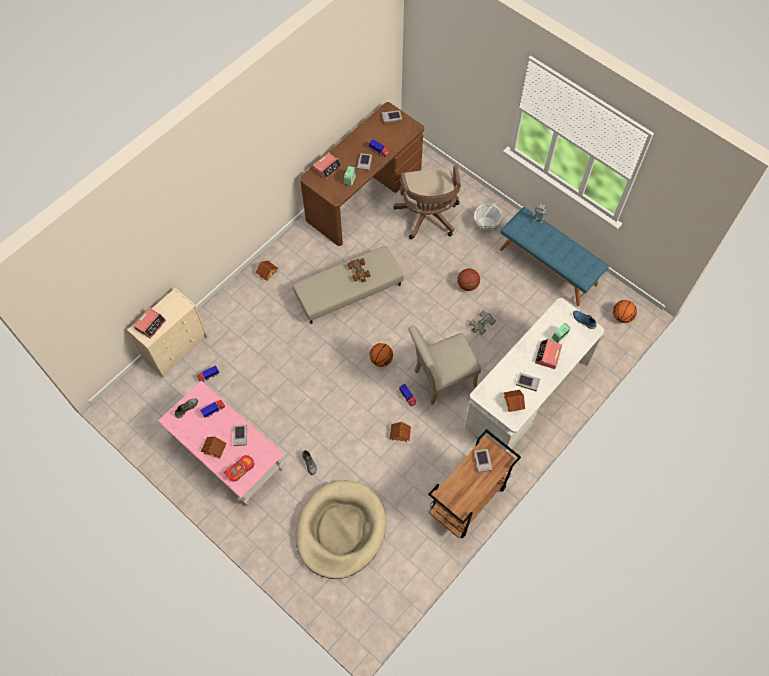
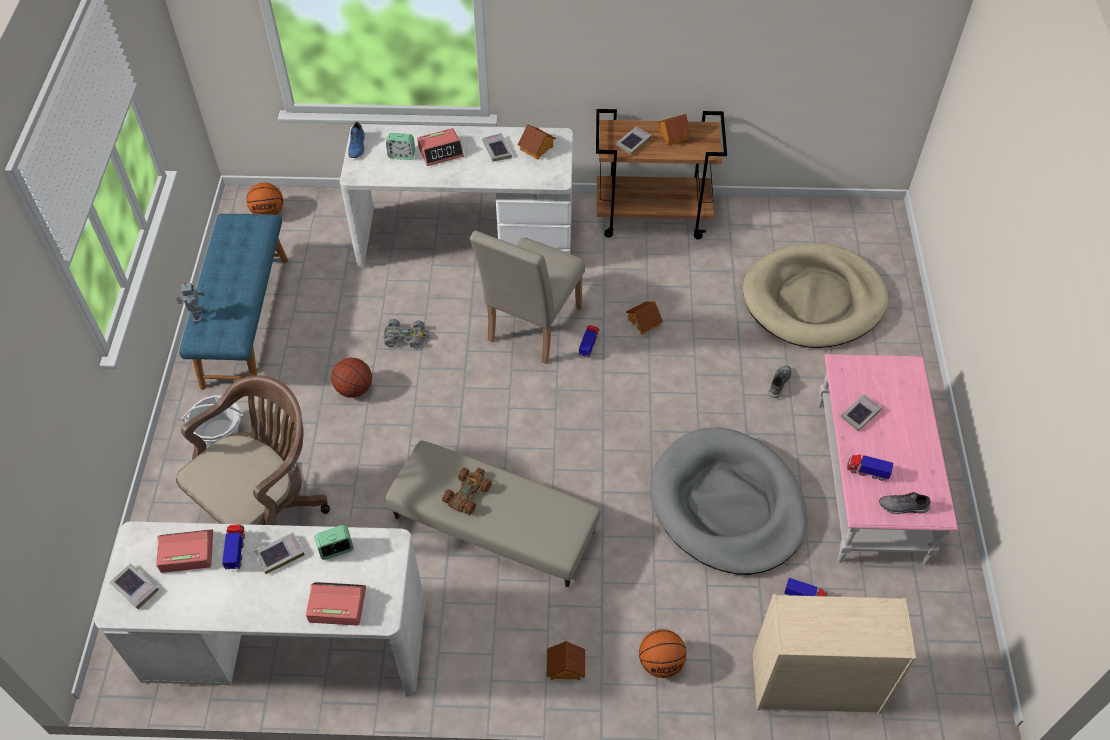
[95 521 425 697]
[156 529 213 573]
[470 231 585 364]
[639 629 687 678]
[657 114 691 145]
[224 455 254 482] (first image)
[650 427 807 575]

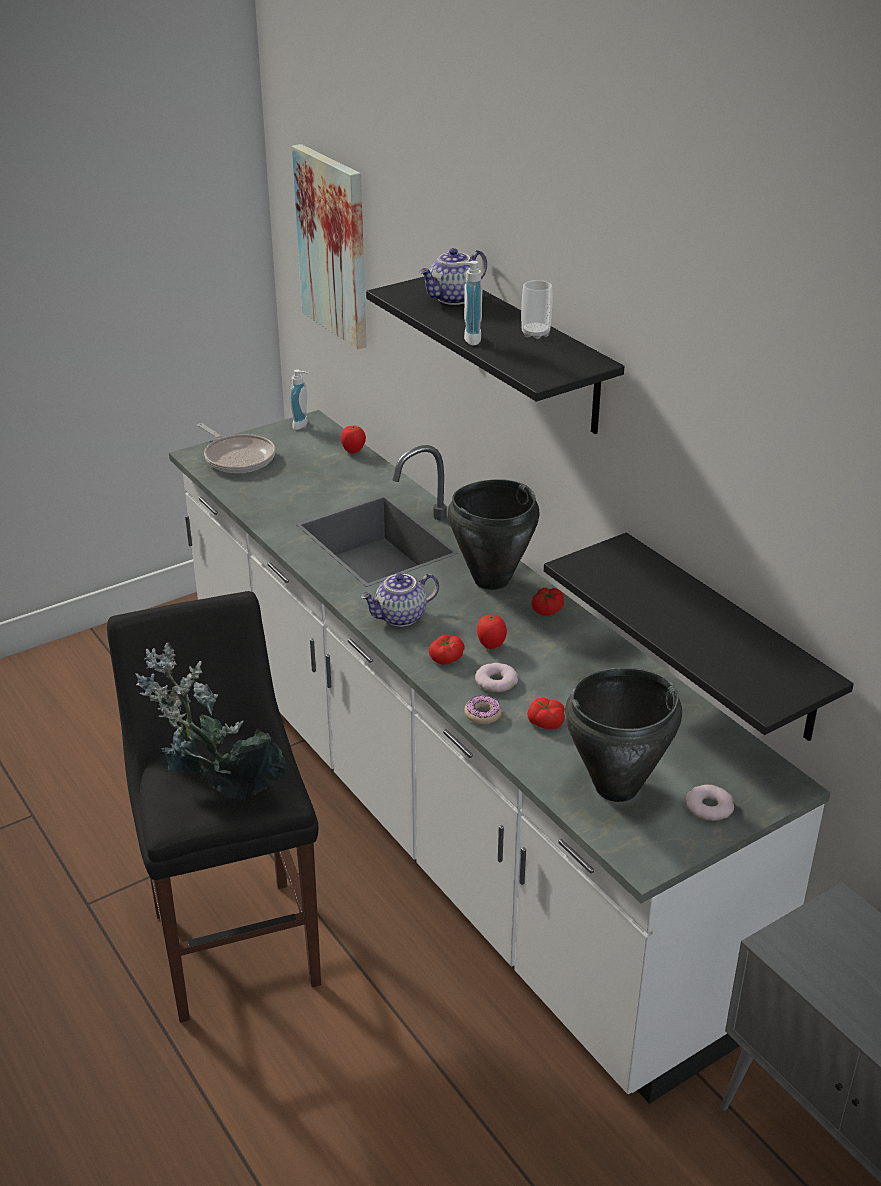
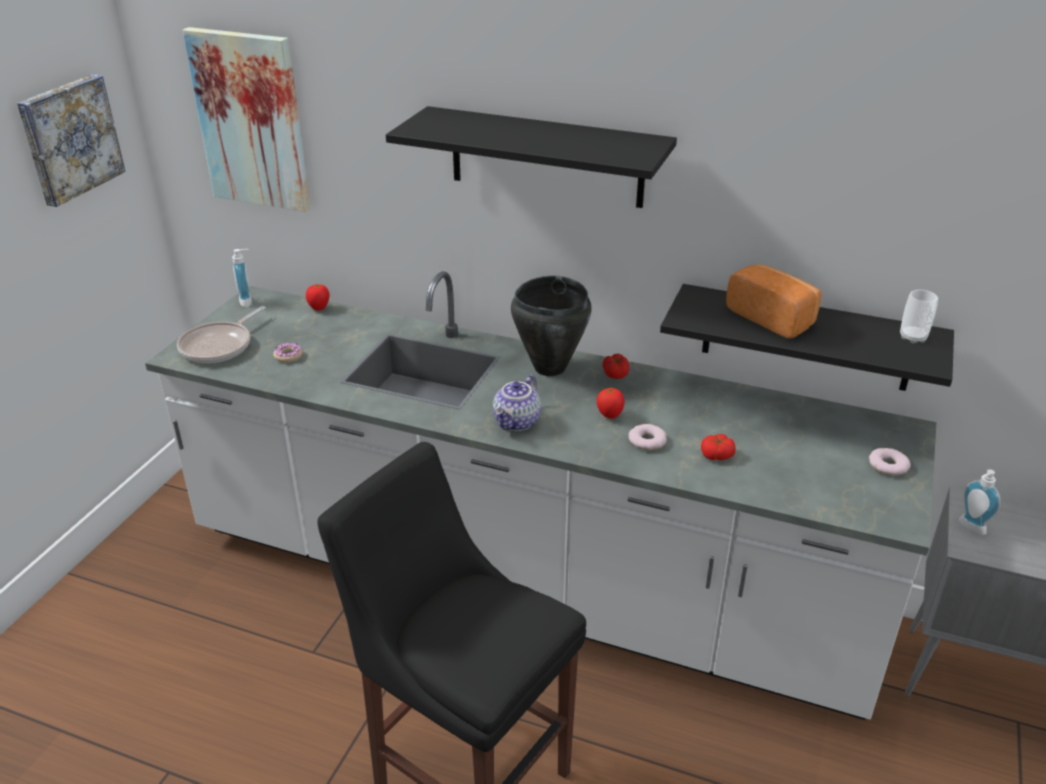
[419 248 487 305] (first image)
[958 469 1001 535]
[900 290 938 344]
[177 306 266 363]
[429 634 465 665] (first image)
[135 643 286 800] (first image)
[565 668 682 802] (first image)
[273 343 303 363]
[17 74 126 207]
[726 264 822 339]

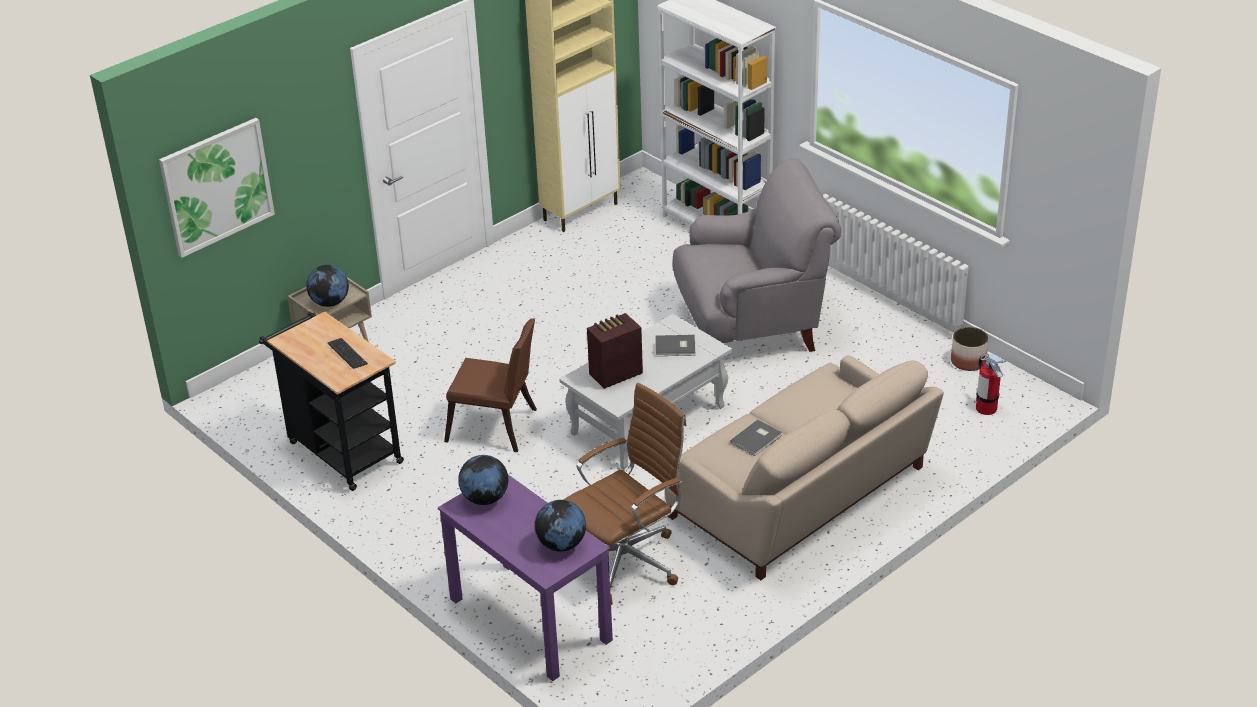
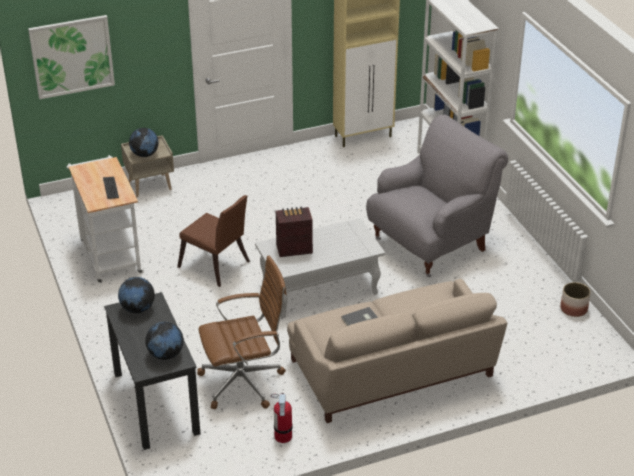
[366 114 508 277]
[67 155 144 283]
[655 335 695 356] (first image)
[271 393 293 443]
[104 292 201 450]

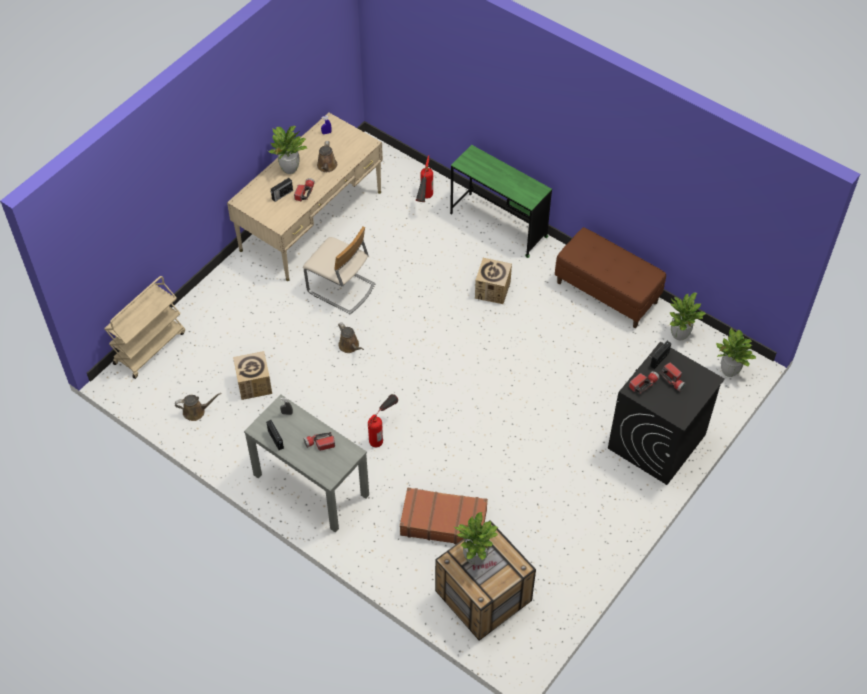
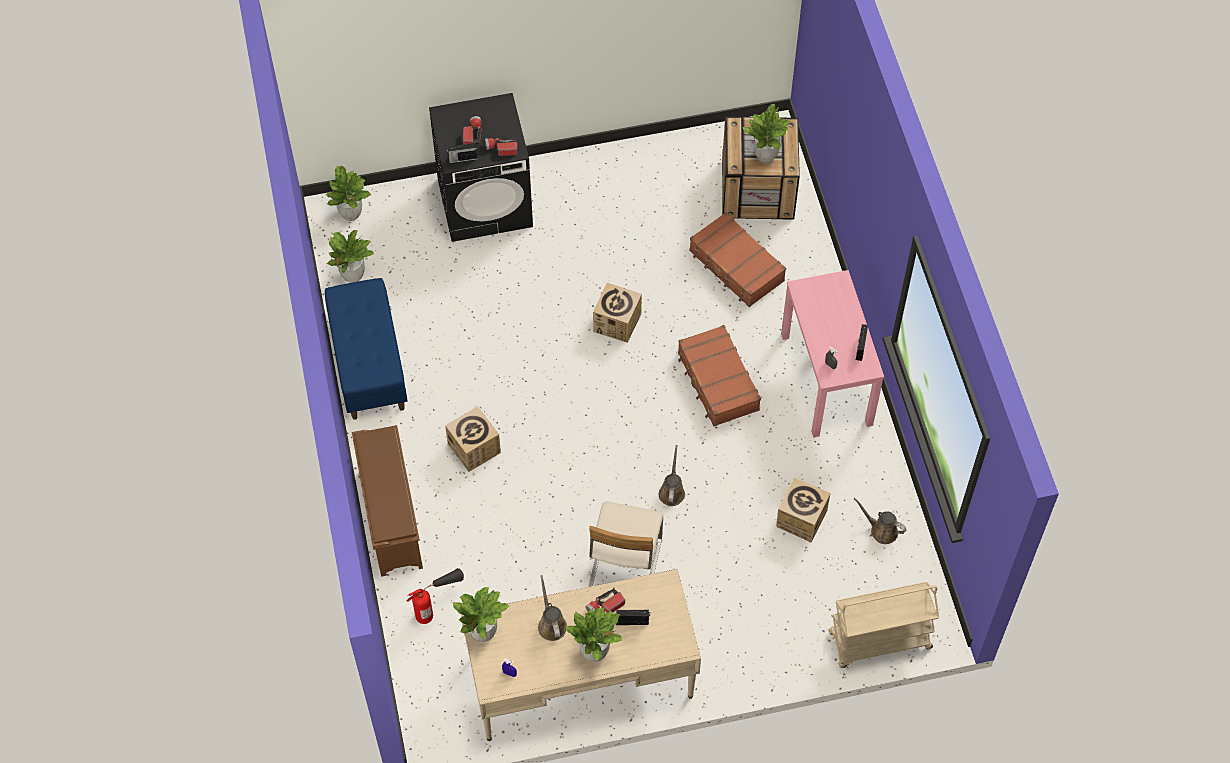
[538 575 567 641]
[352 425 423 577]
[588 502 664 587]
[325 278 407 420]
[678 325 761 426]
[781 270 884 438]
[303 432 335 451] (first image)
[593 283 642 343]
[453 587 509 642]

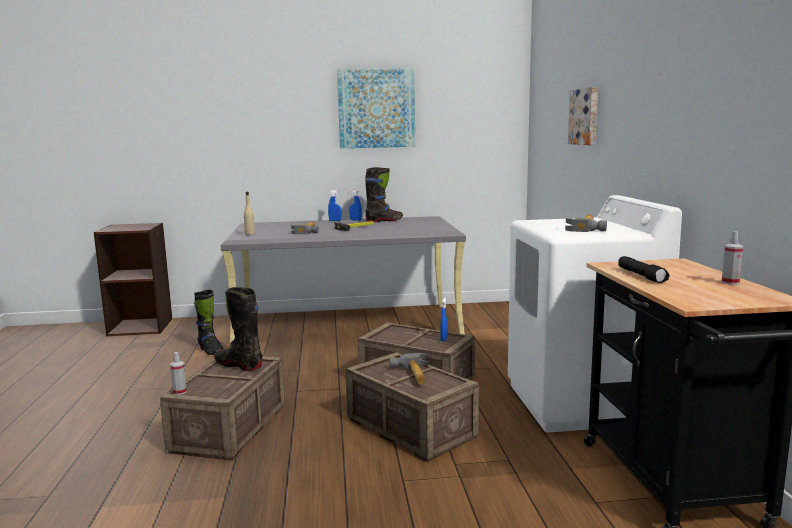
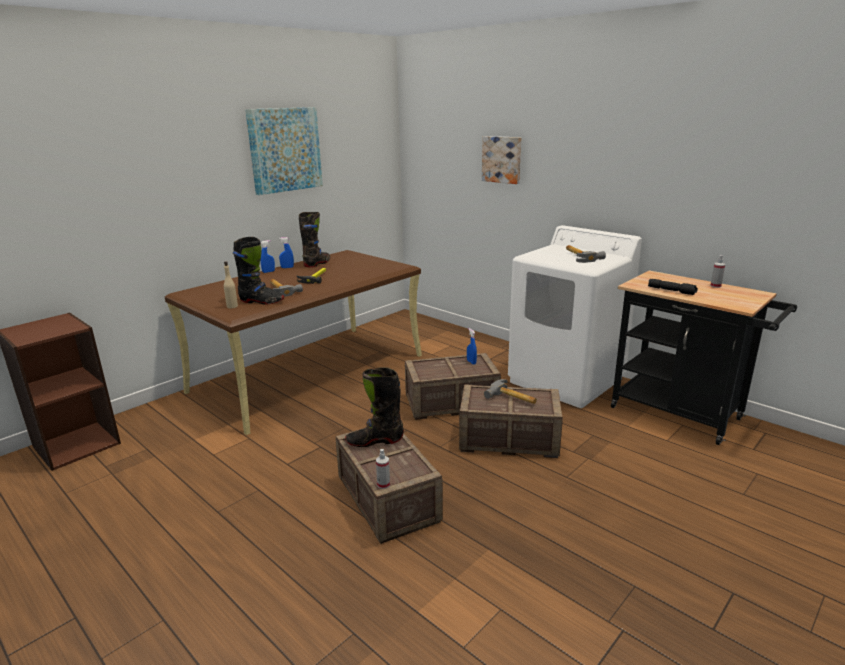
[165 250 422 435]
[233 237 284 305]

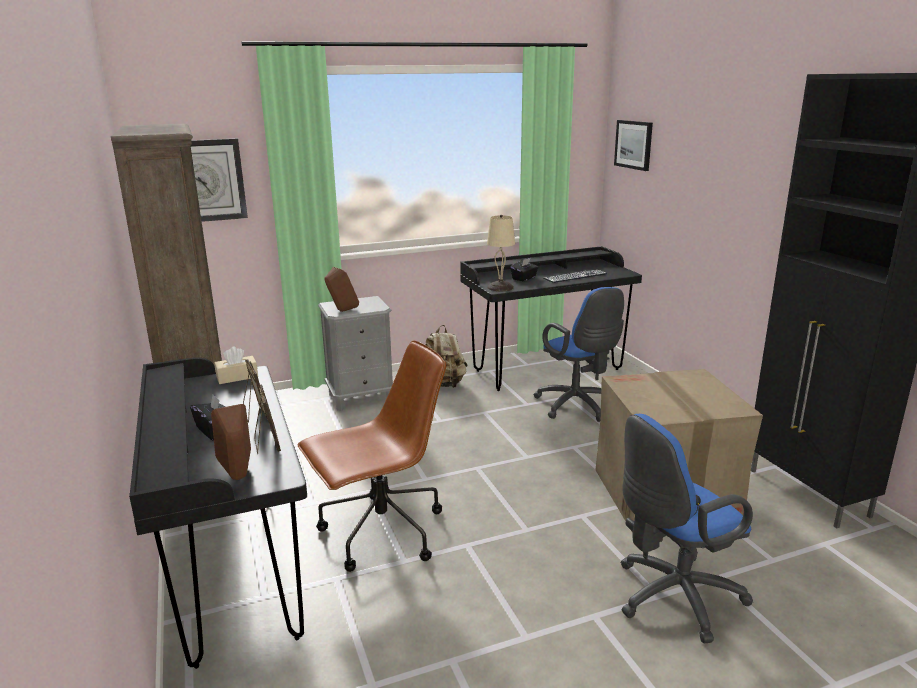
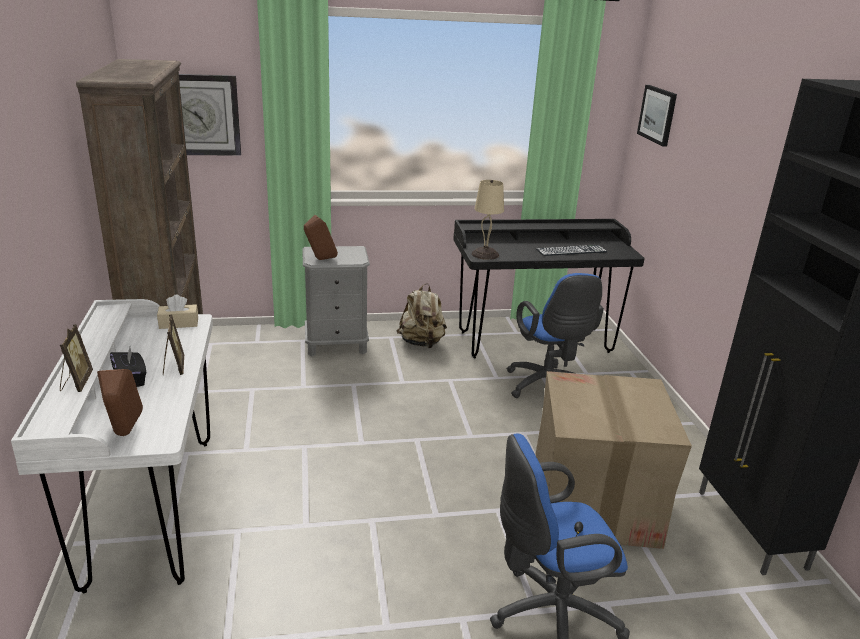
[510 258 539 281] (first image)
[298 340 446 572] (first image)
[11 299 213 593]
[60 324 93 392]

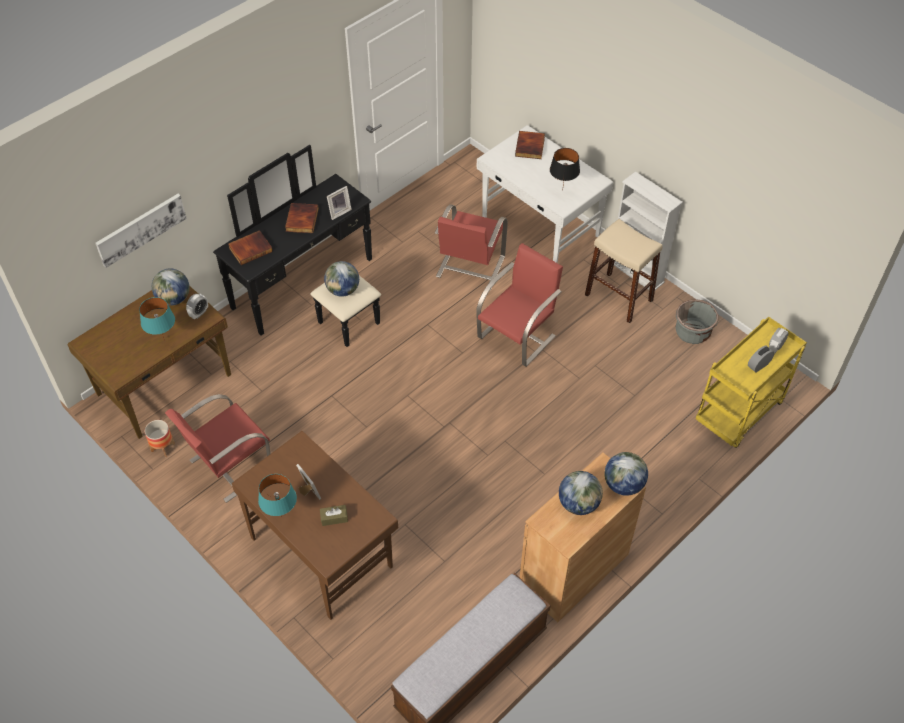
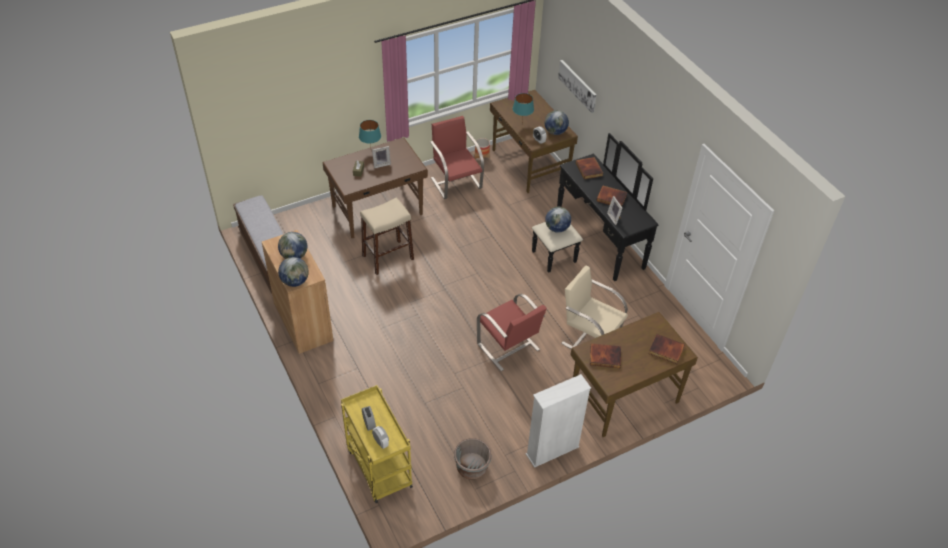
[570 312 698 437]
[590 343 621 368]
[561 265 628 349]
[360 197 414 275]

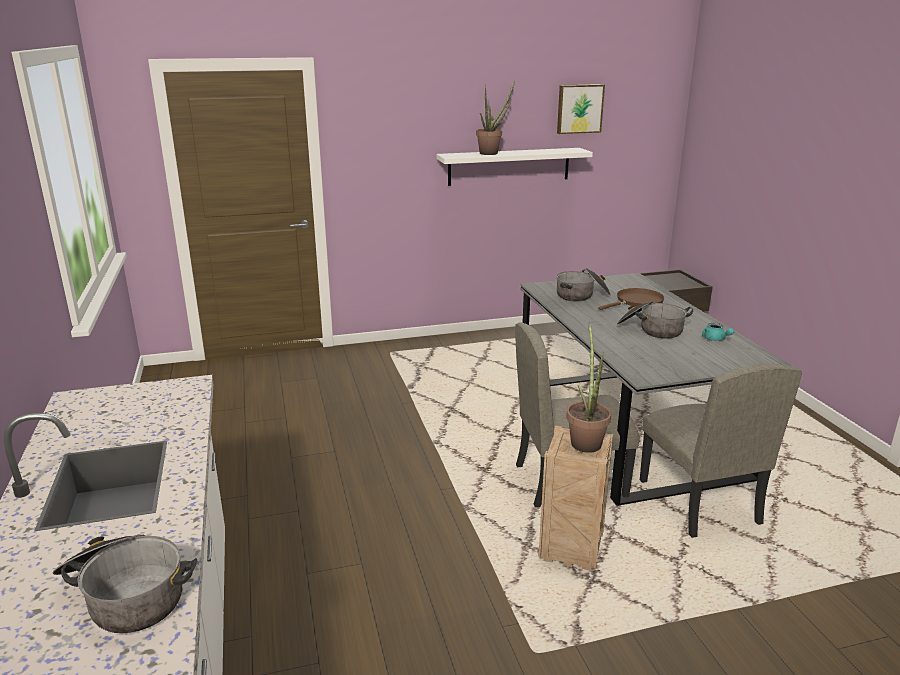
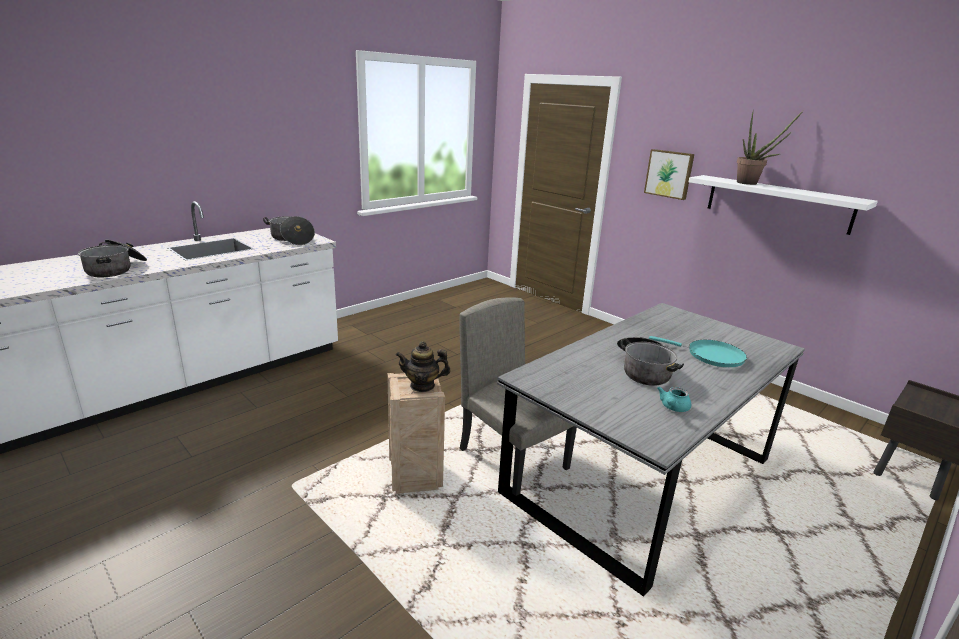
[644 149 694 200]
[263 216 315 245]
[649 336 747 367]
[396 341 451 392]
[640 364 802 538] (first image)

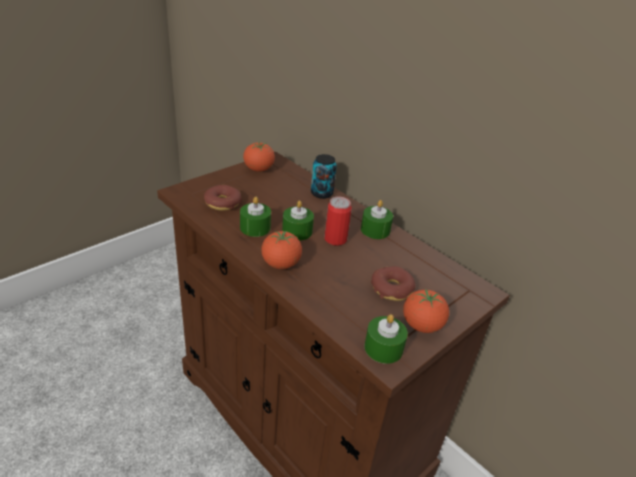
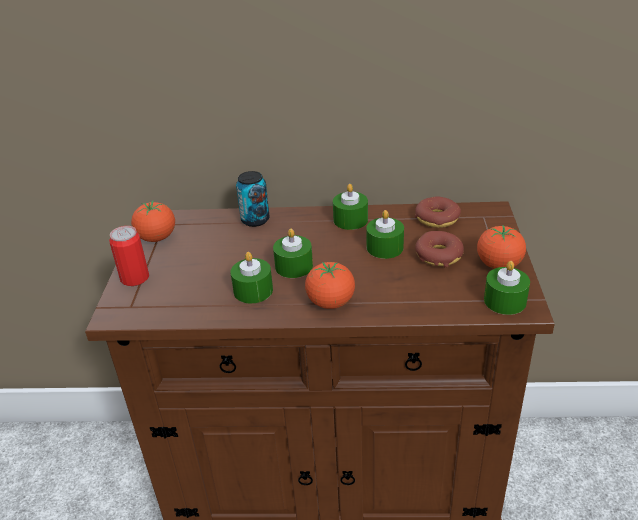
[415 196 461 228]
[109 226 149 286]
[366 210 404 259]

